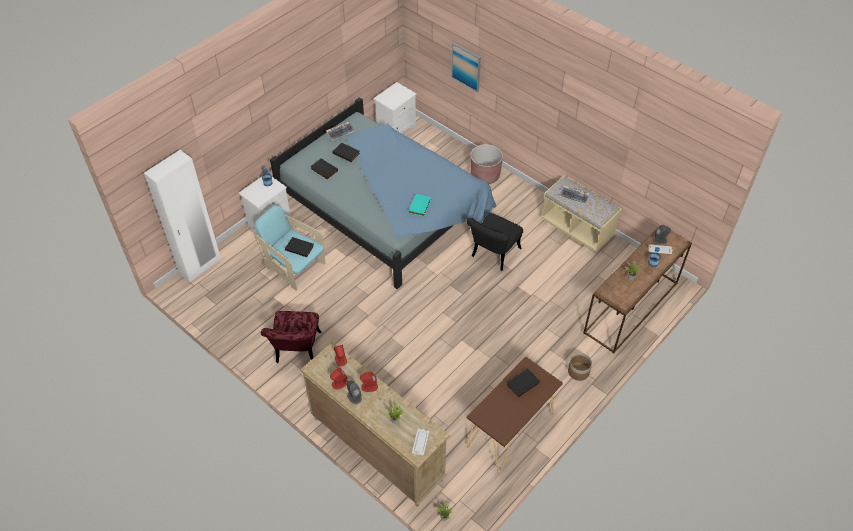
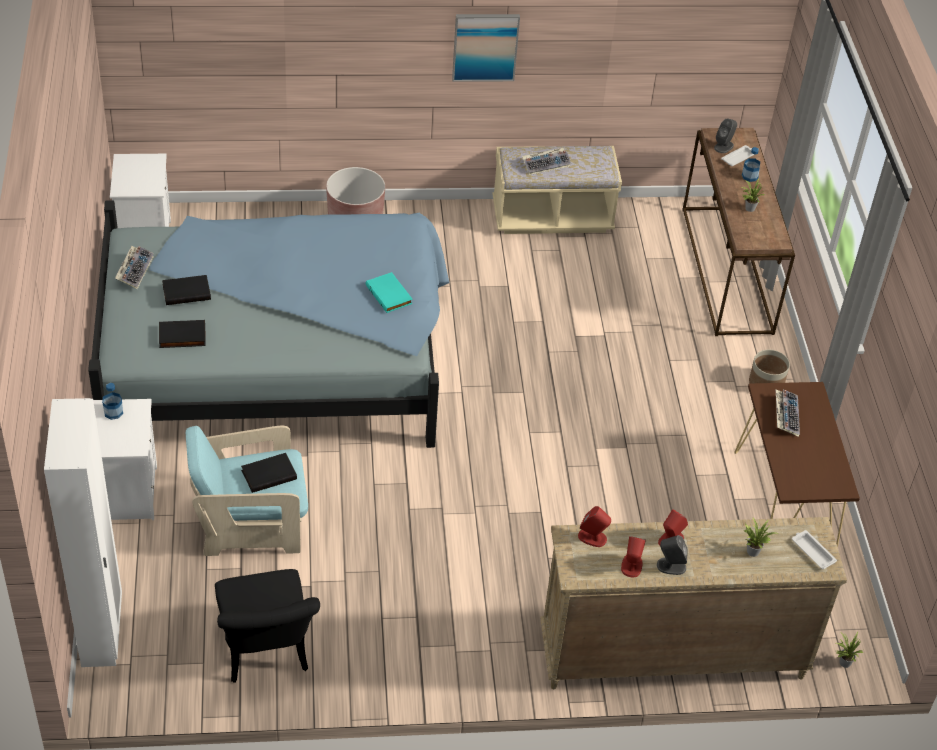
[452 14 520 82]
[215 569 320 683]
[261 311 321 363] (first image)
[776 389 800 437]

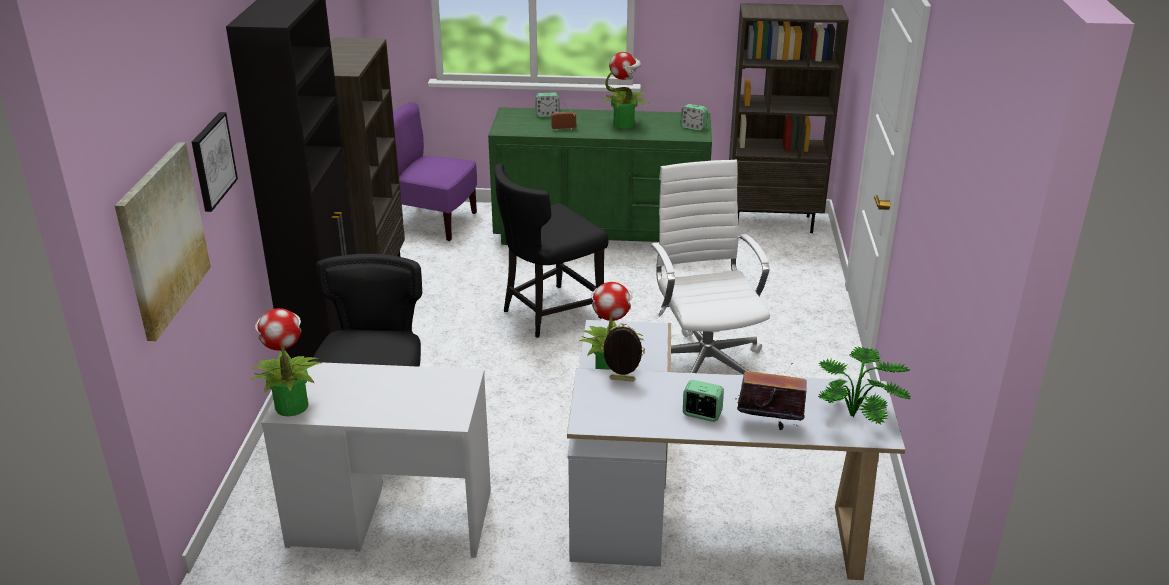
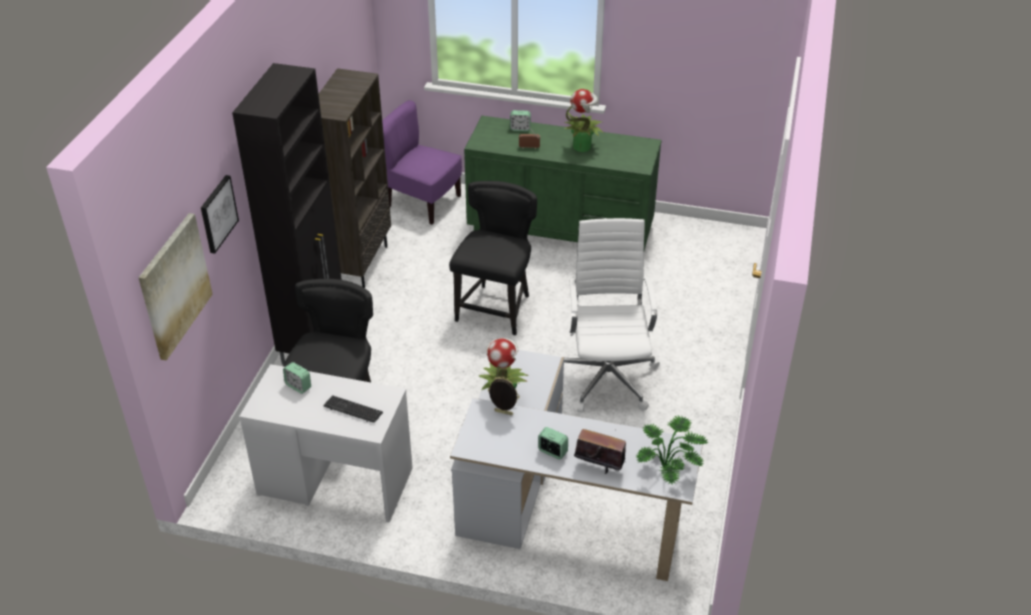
[729 3 849 233] (first image)
[283 362 311 394]
[449 181 537 335]
[250 308 321 417] (first image)
[323 395 383 423]

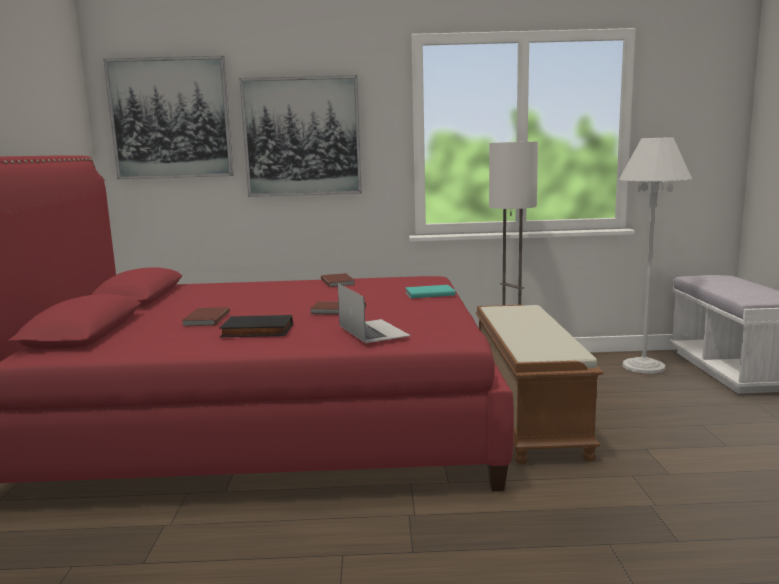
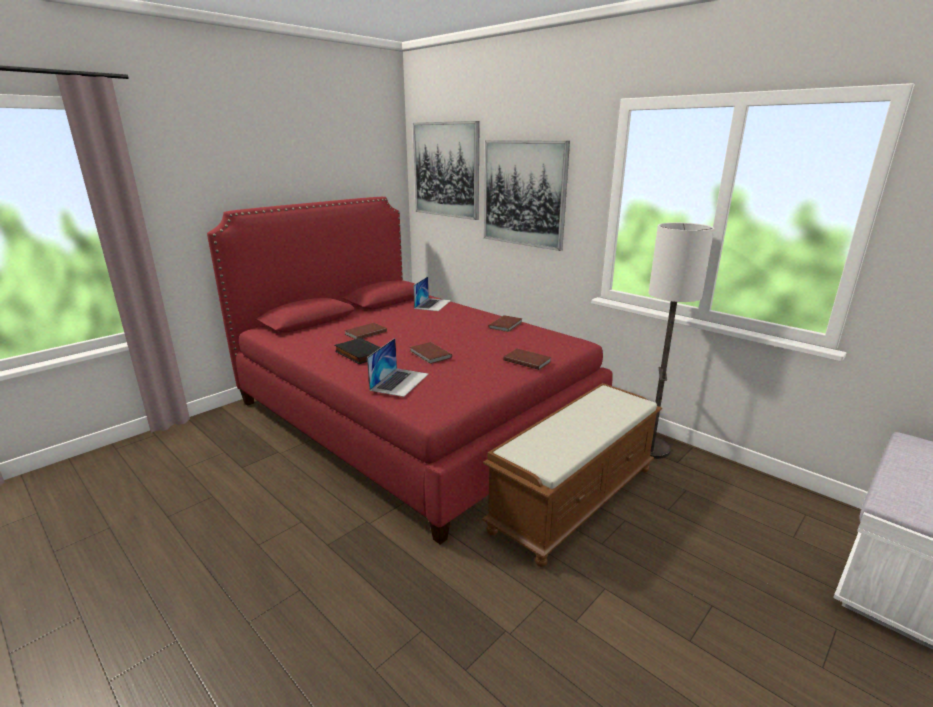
[619 137 692 374] (first image)
[503 349 552 370]
[413 276 451 311]

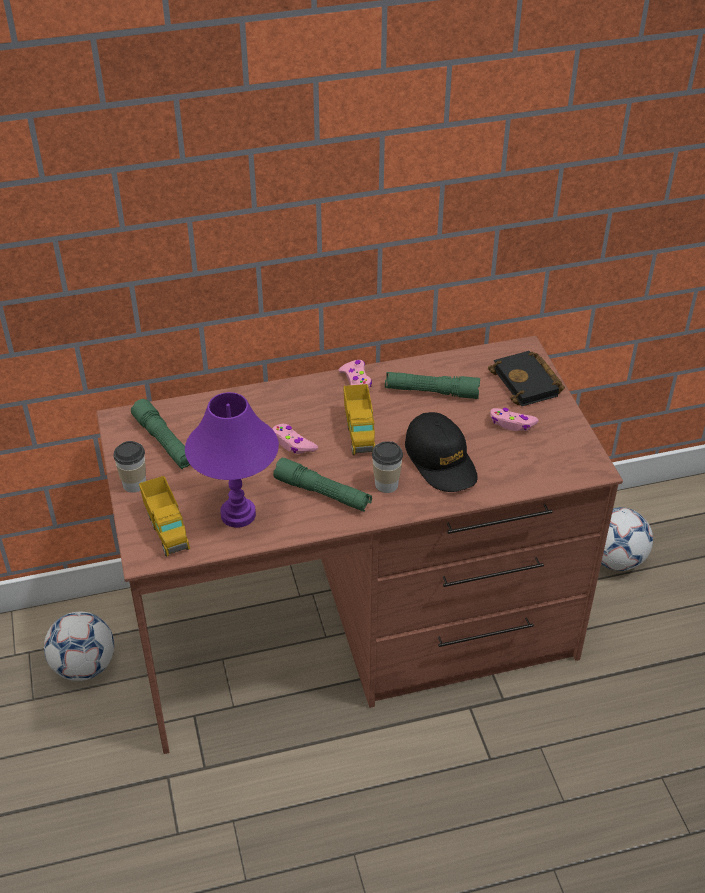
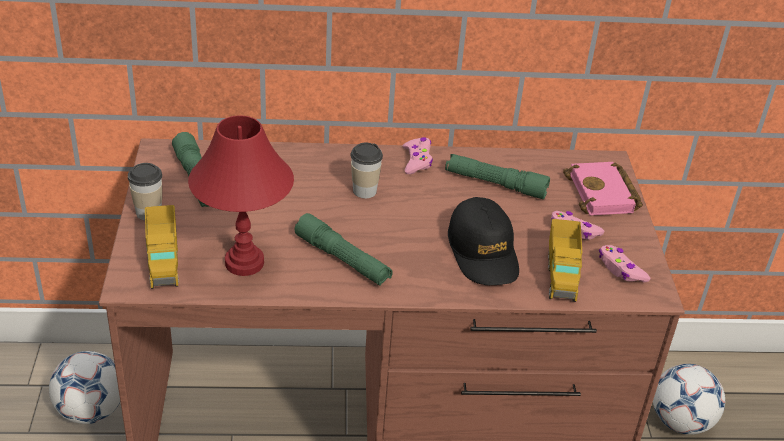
[563 162 643 216]
[548 219 582 302]
[188 116 294 276]
[599 245 651 282]
[350 143 383 198]

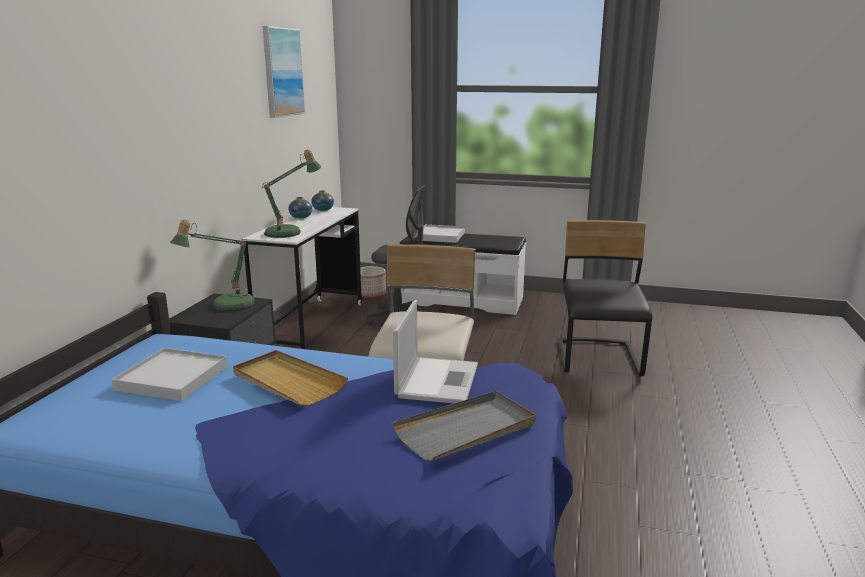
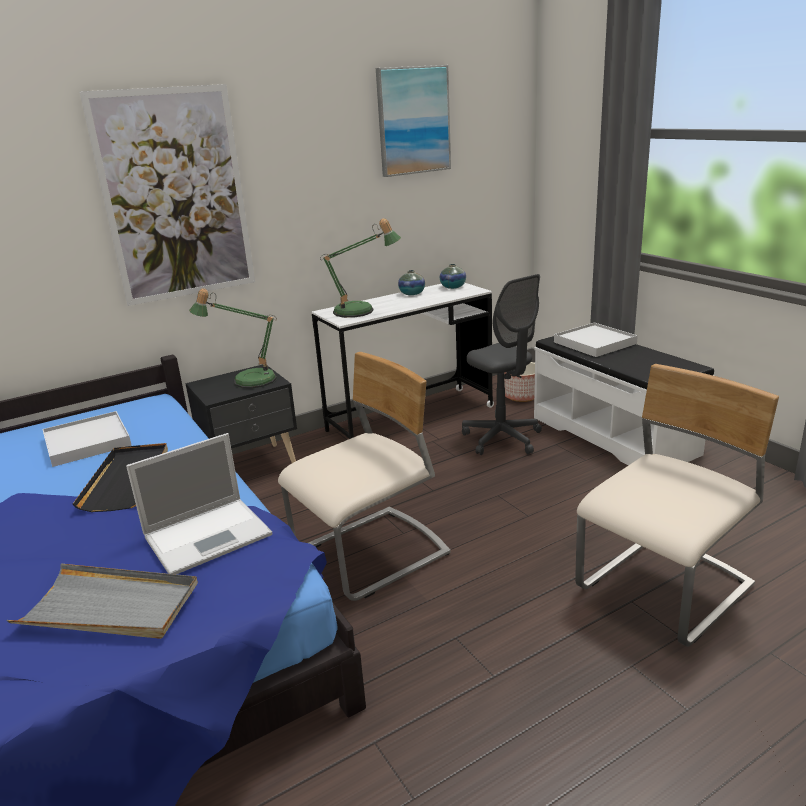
[575 364 779 647]
[73 443 168 512]
[79 84 255 306]

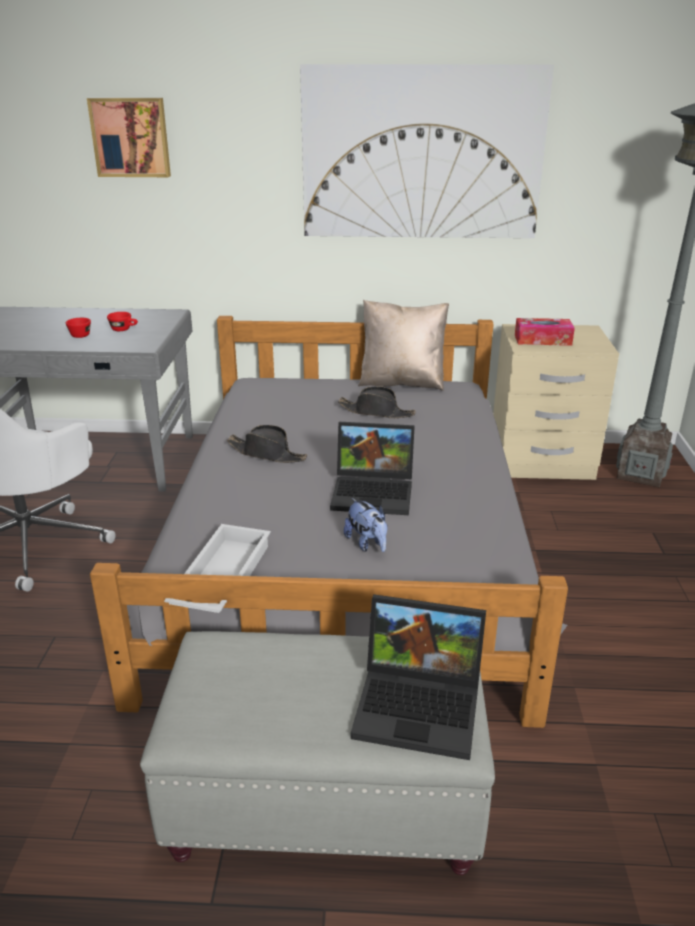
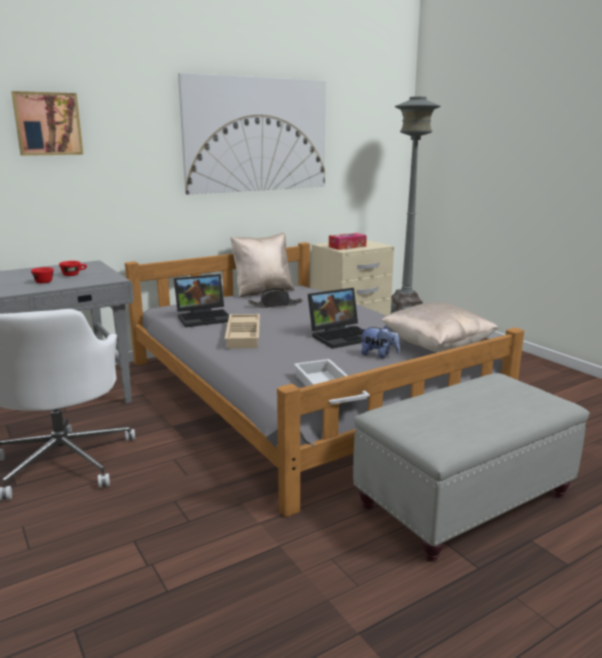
[225 314 260 349]
[174 274 229 327]
[381 302 499 352]

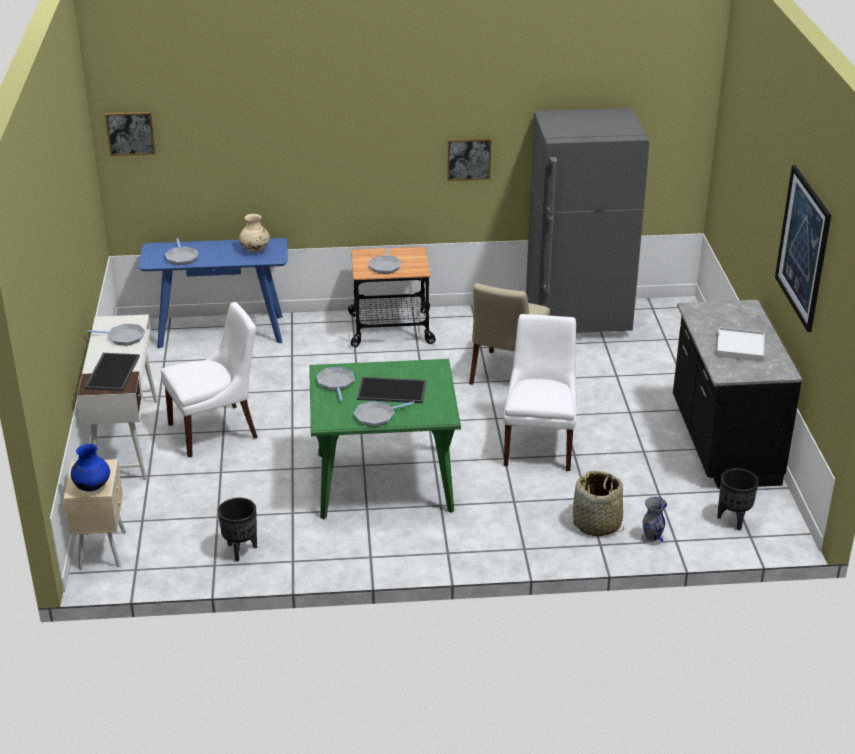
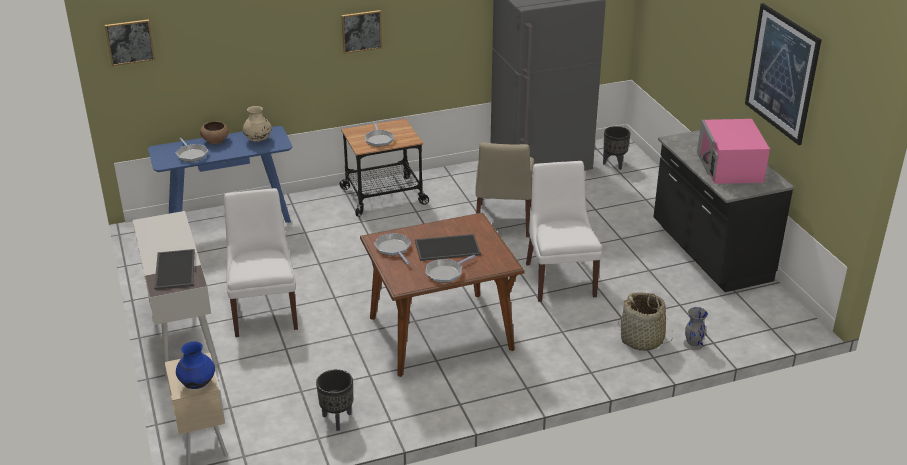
[341 10 382 54]
[224 188 298 337]
[87 324 145 346] (first image)
[697 119 770 184]
[360 212 525 377]
[603 126 630 170]
[200 121 229 144]

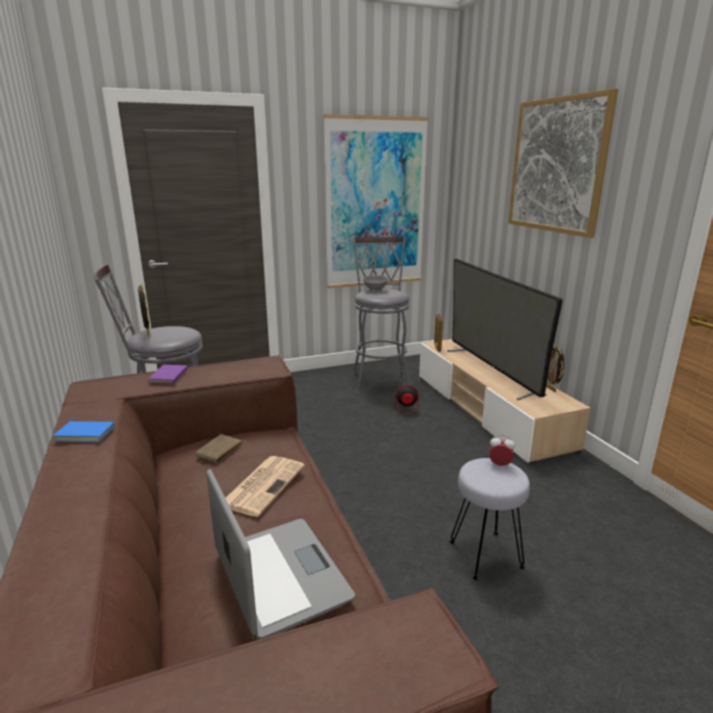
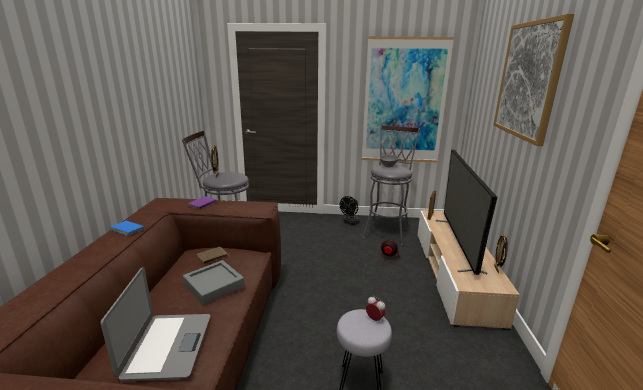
[183 260 245 305]
[339 196 360 225]

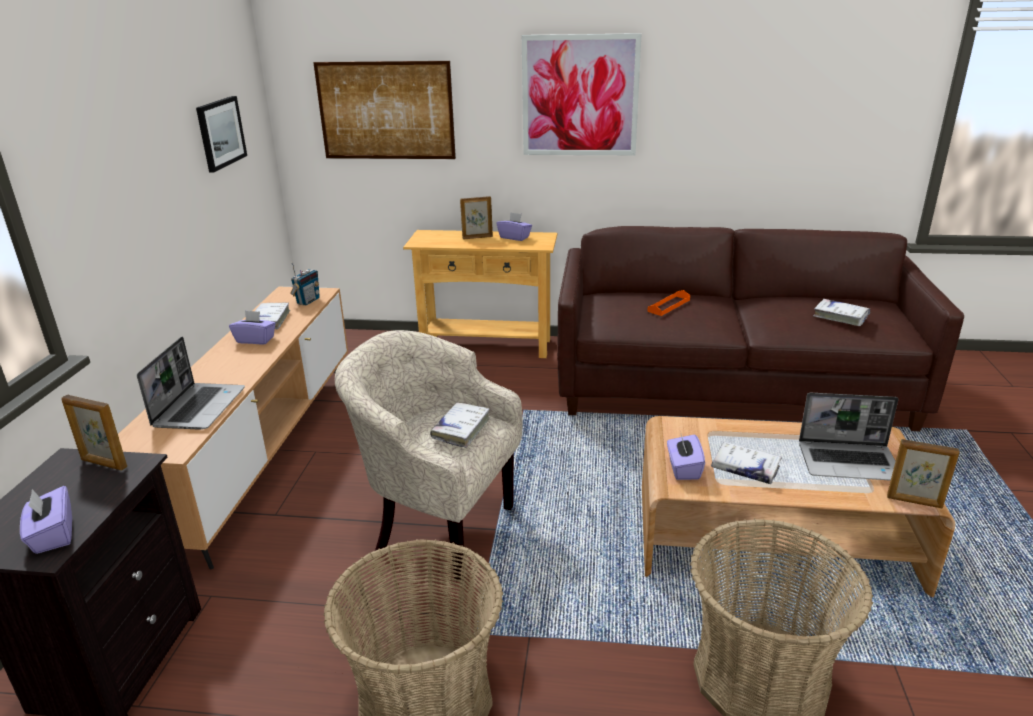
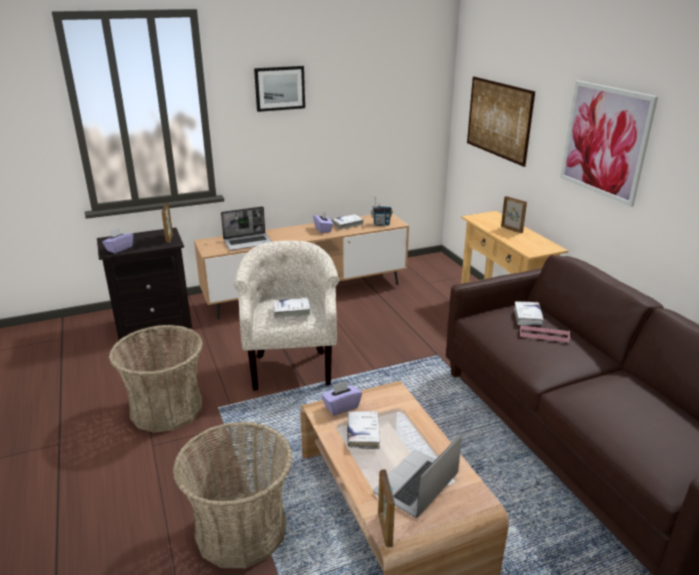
[254 66 305 112]
[496 212 532 241] (first image)
[520 326 570 342]
[514 301 544 326]
[373 433 462 518]

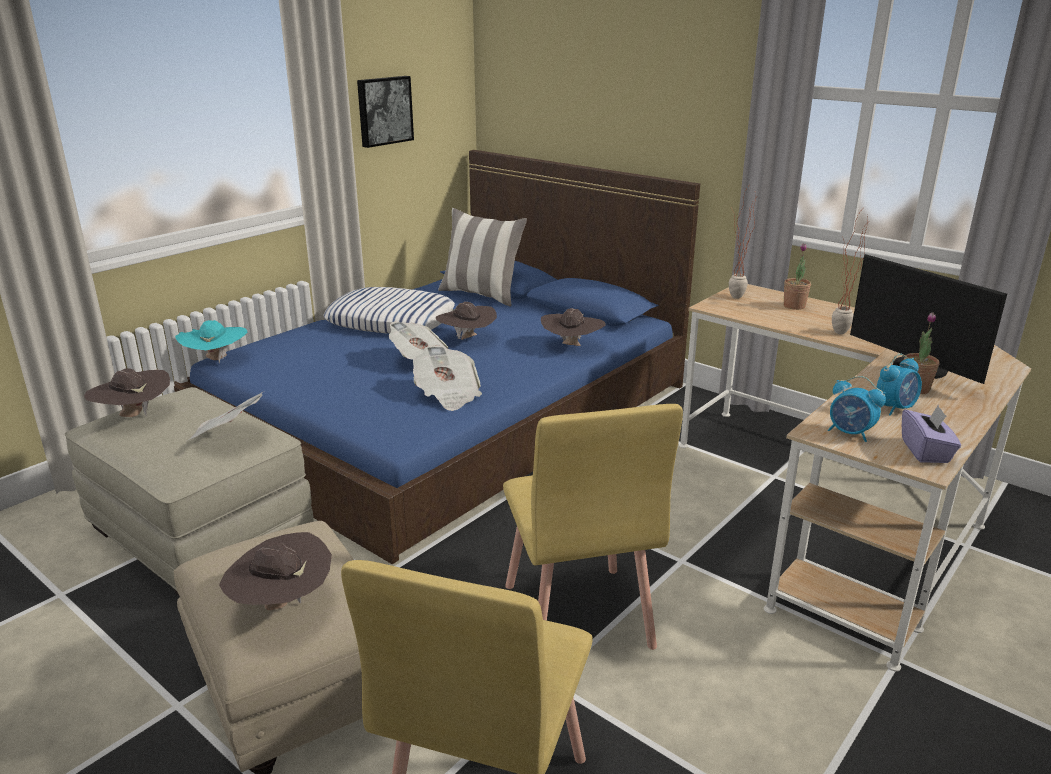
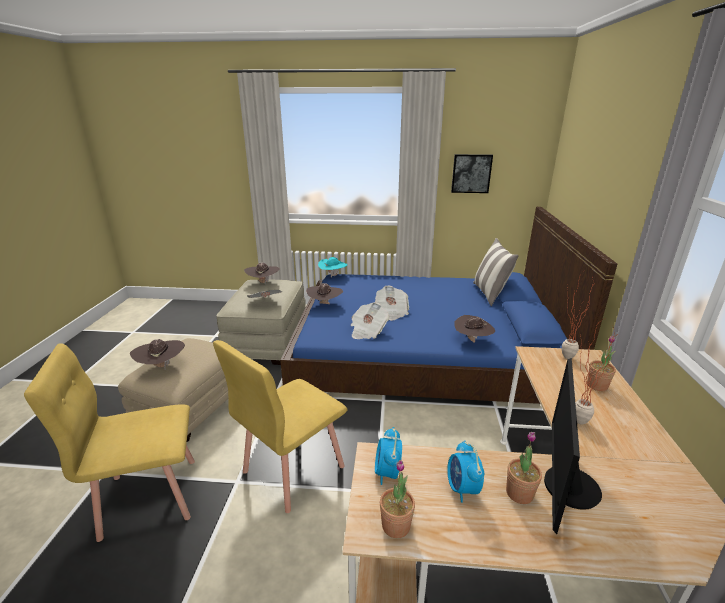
[323 287 455 334] (first image)
[306 283 343 304]
[447 440 484 503]
[380 460 415 538]

